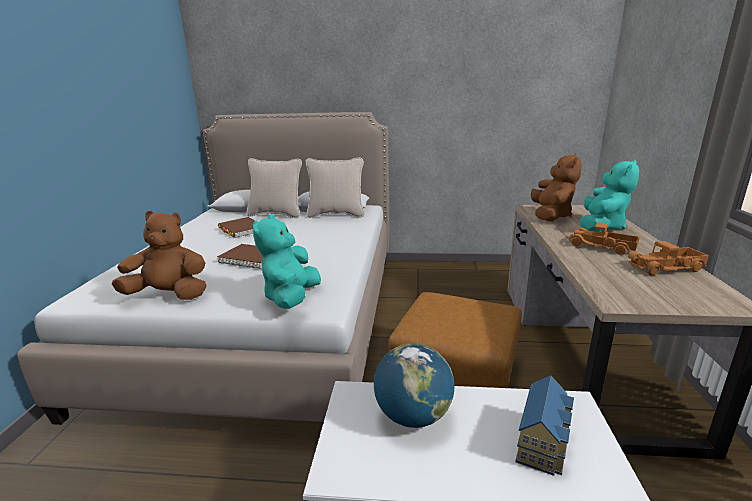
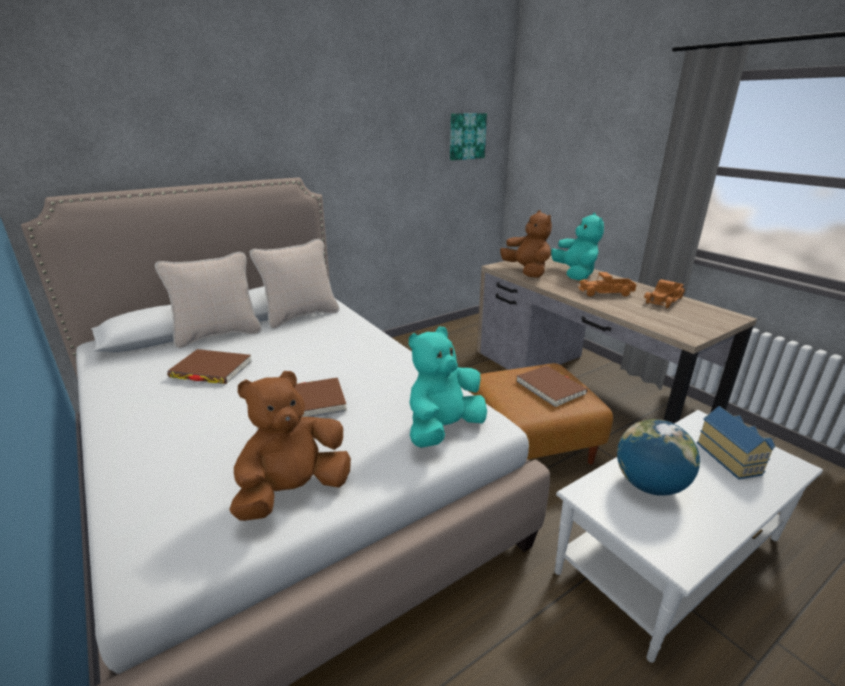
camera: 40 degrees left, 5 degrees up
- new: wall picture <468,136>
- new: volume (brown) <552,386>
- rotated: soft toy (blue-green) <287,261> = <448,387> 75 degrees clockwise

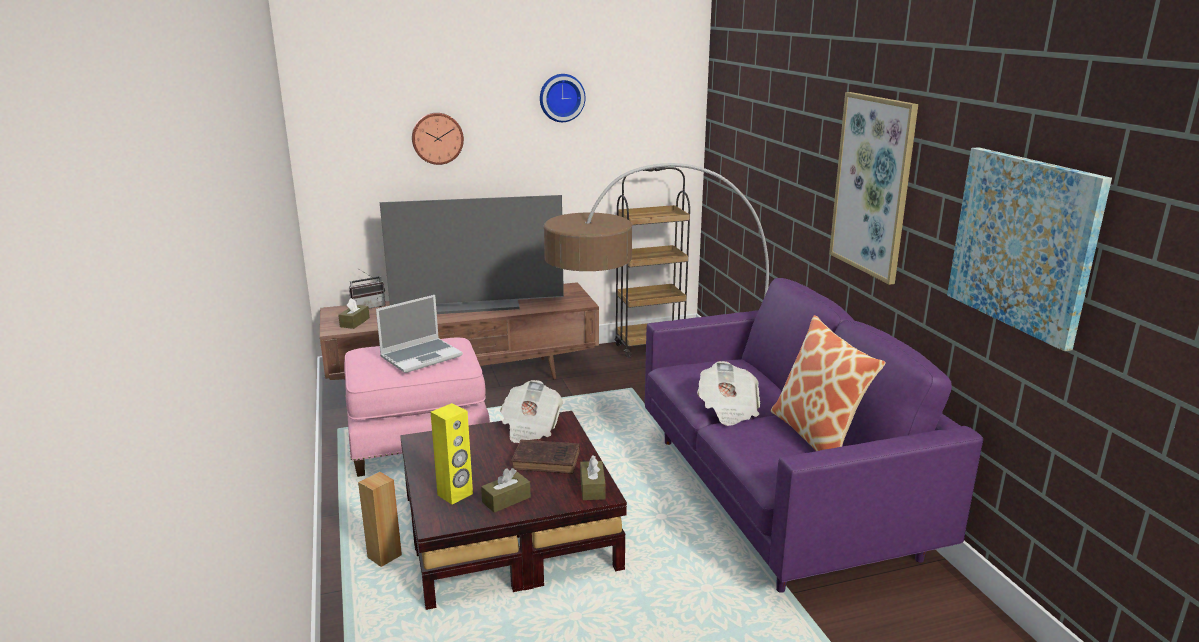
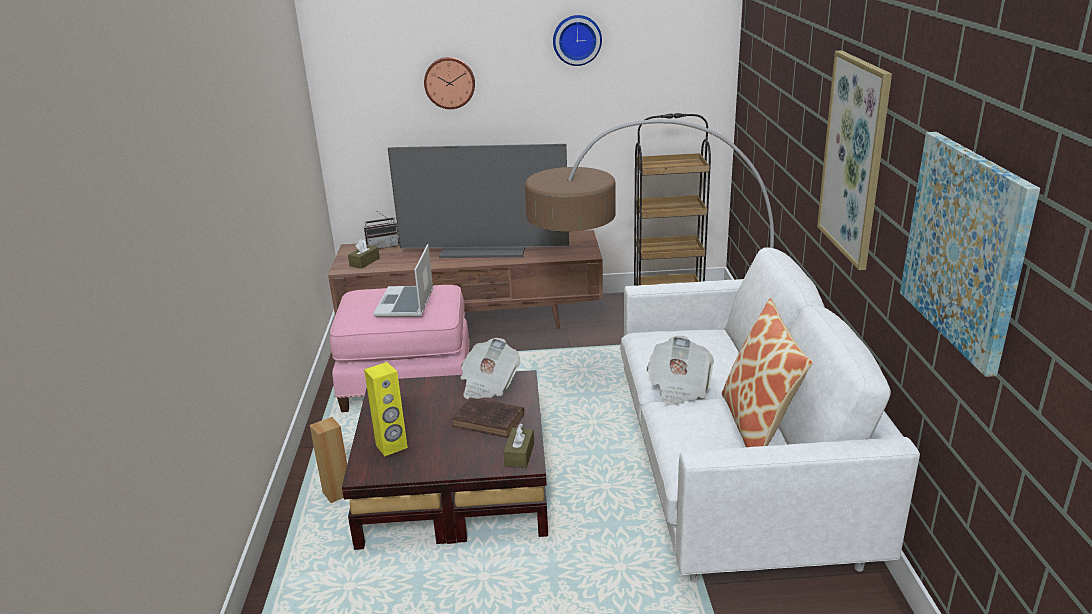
camera: 15 degrees right, 5 degrees up
- gone: tissue holder (brown) <506,490>
- repainted: sofa (purplish) <814,435> to sofa (white-coloured) <770,414>
- rotated: notebook computer <419,334> = <403,280> 120 degrees clockwise

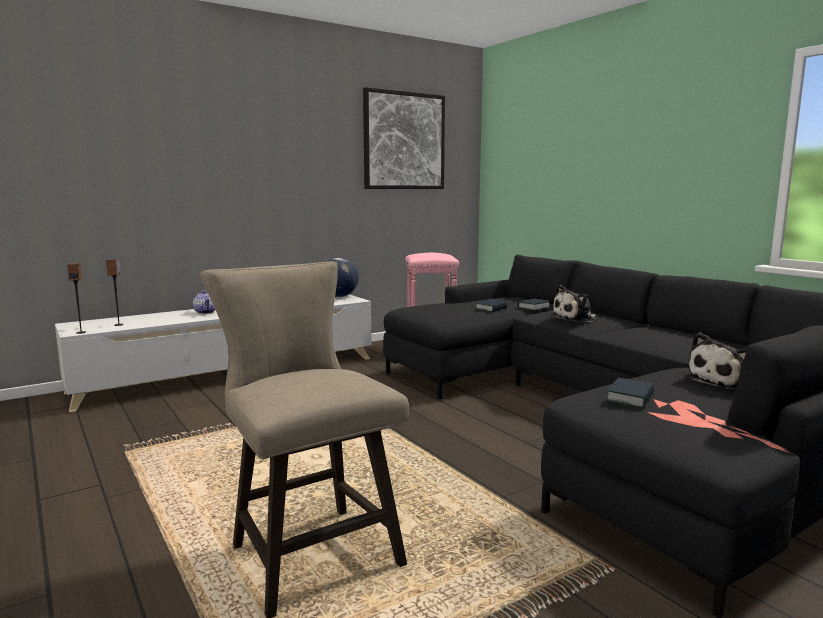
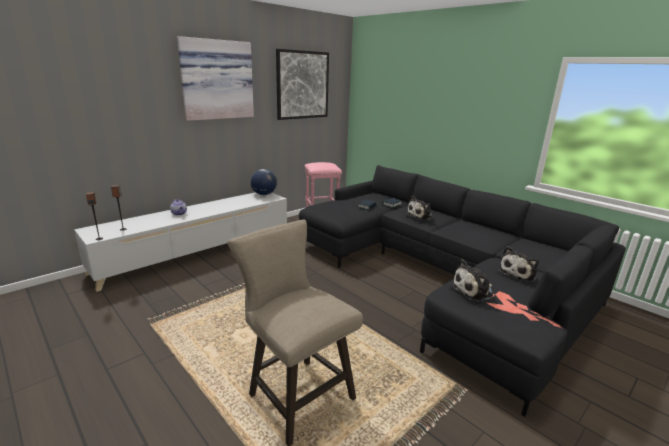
camera: 10 degrees left, 10 degrees up
- new: wall picture <215,78>
- swapped: volume <630,393> to soft toy <471,280>

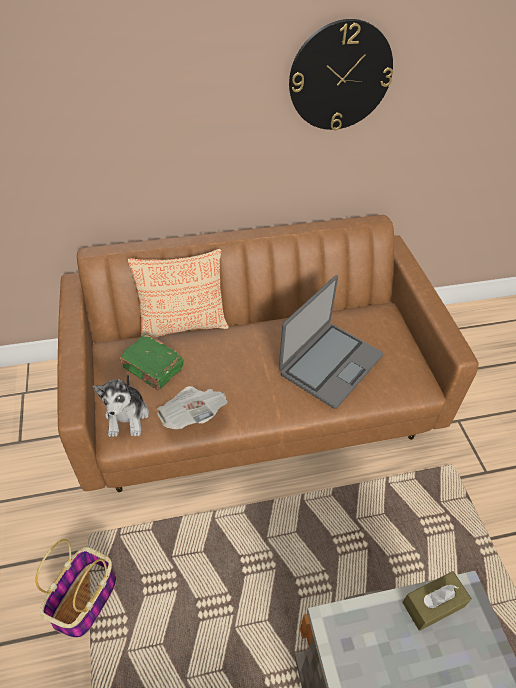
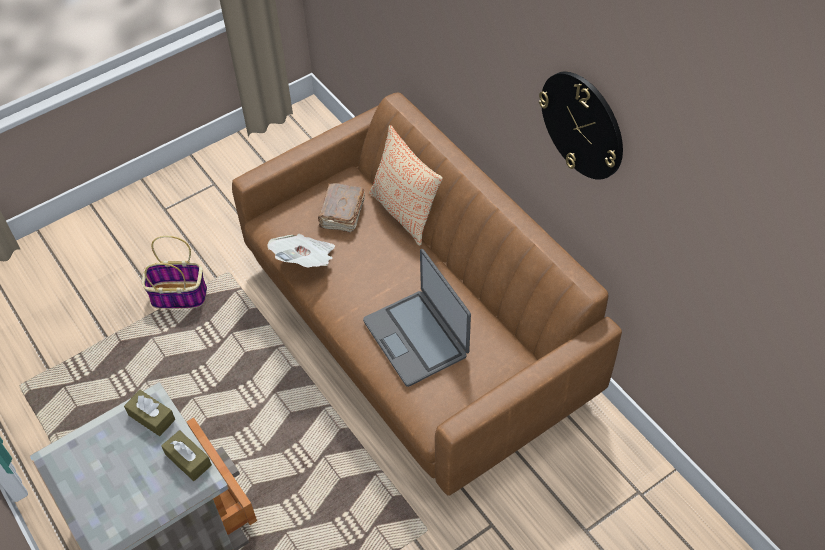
camera: 70 degrees right, 5 degrees up
- gone: soft toy <121,404>
- new: tissue holder (brown) <149,413>
- repainted: volume (greenish) <151,362> to volume (brown) <341,208>
- rotated: notebook computer <331,342> = <417,318> 45 degrees clockwise

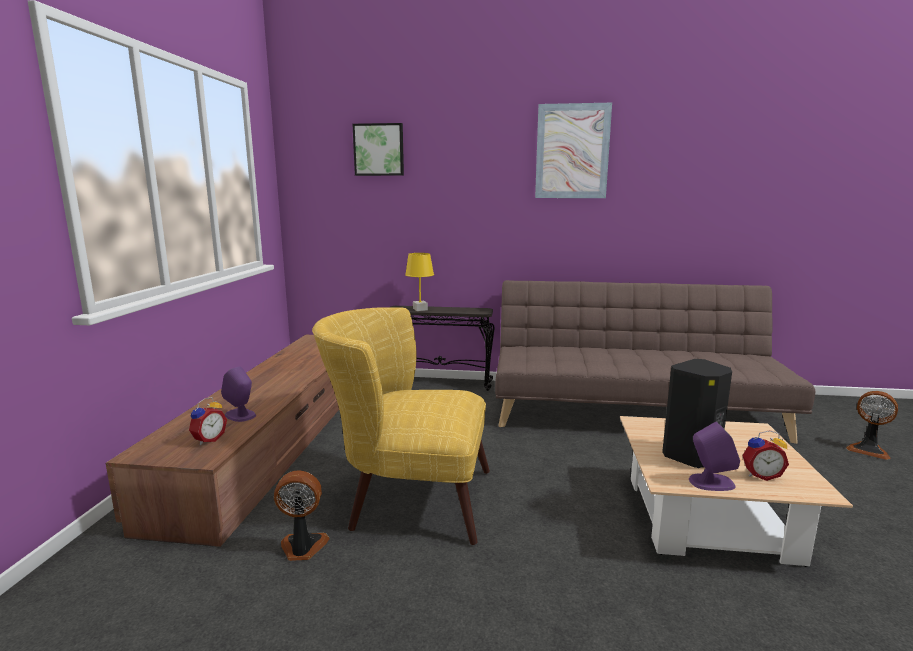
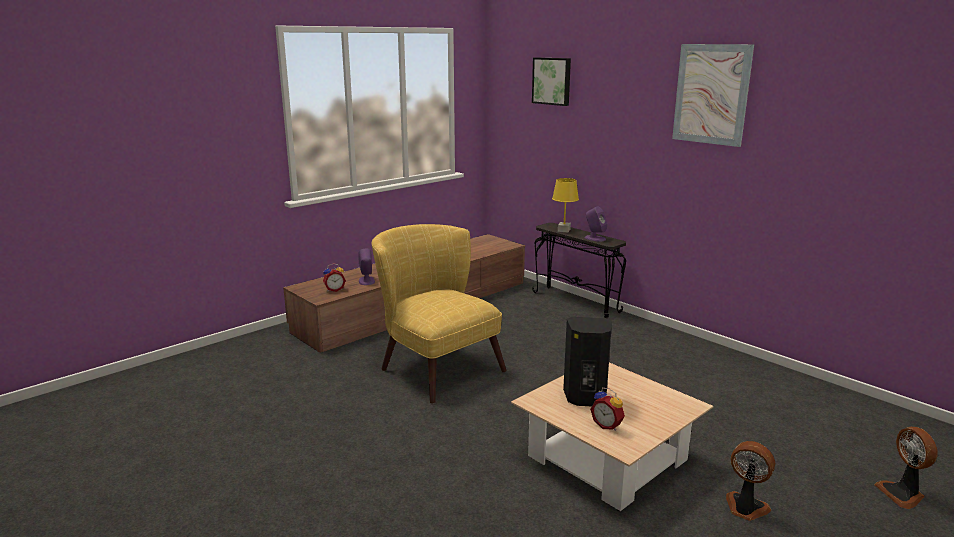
camera: 40 degrees right, 5 degrees up
- gone: sofa (brown) <655,362>
- shifted: cooling fan <302,515> to <750,481>
- shifted: audio speaker (purplish) <714,456> to <596,224>

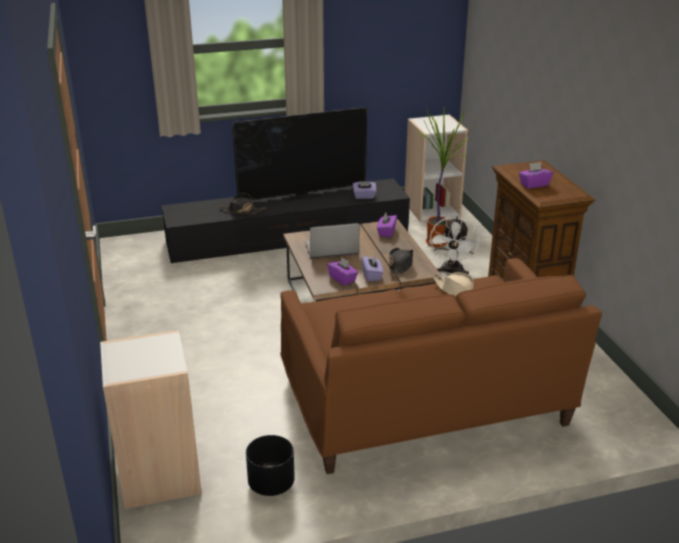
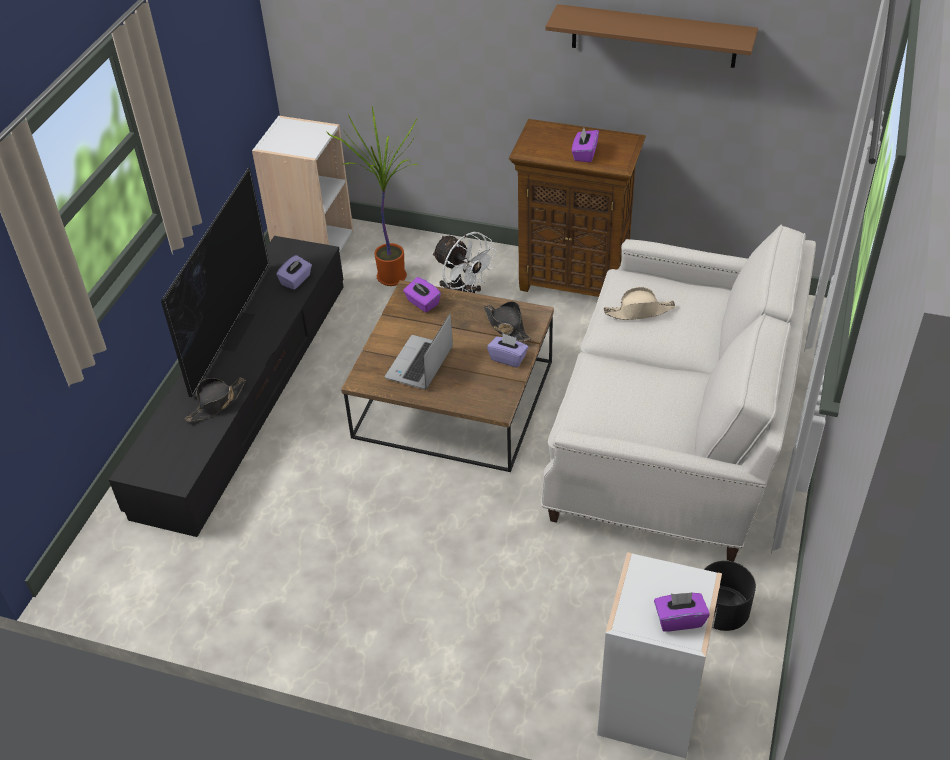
camera: 55 degrees left, 15 degrees up
- new: bracket shelf (brown) <651,36>
- shifted: tissue holder (purplish) <342,271> to <682,612>
- repainted: sofa (brown) <441,366> to sofa (white-coloured) <678,393>

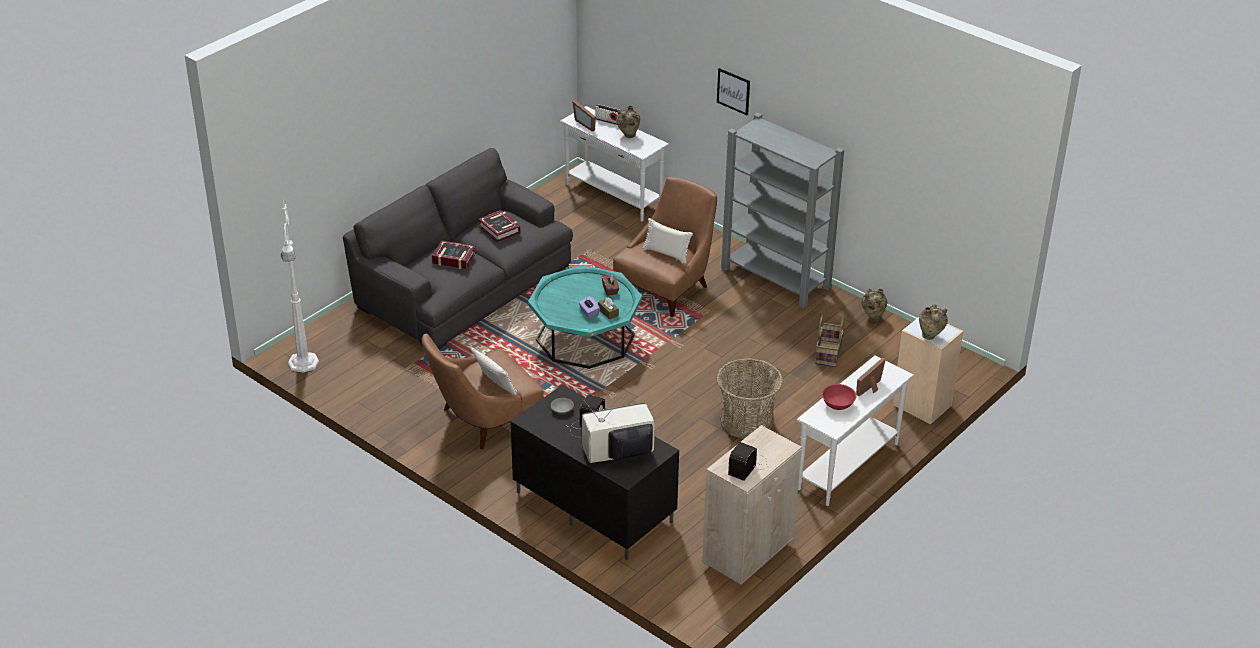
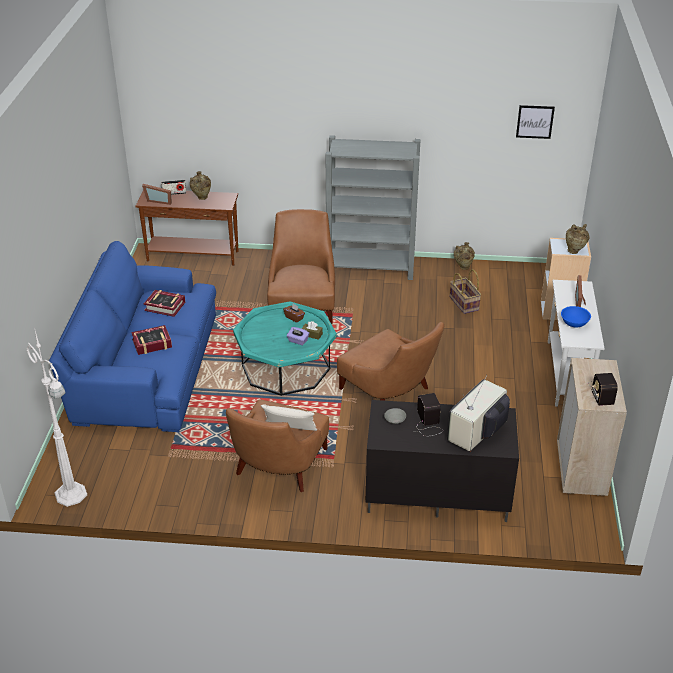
camera: 35 degrees left, 0 degrees up
- gone: pillow (white-coloured) <667,241>
- gone: storage basket <749,398>
- new: armchair (brown) <390,361>
- shifted: wall picture <733,92> to <535,122>
- repainted: sofa (gray) <458,248> to sofa (bluish) <132,336>
- repainted: hall table (white-coloured) <614,164> to hall table (brown) <187,228>
- repainted: bowl (red-coloured) <839,397> to bowl (bluish) <576,317>

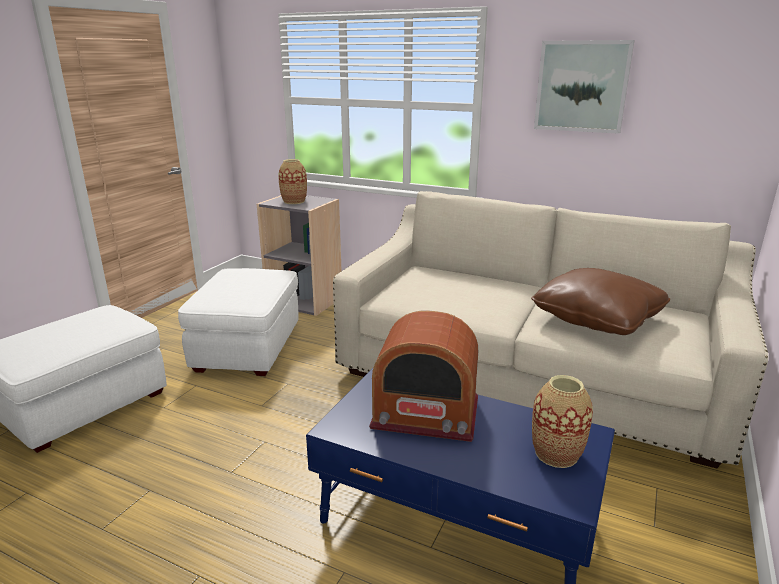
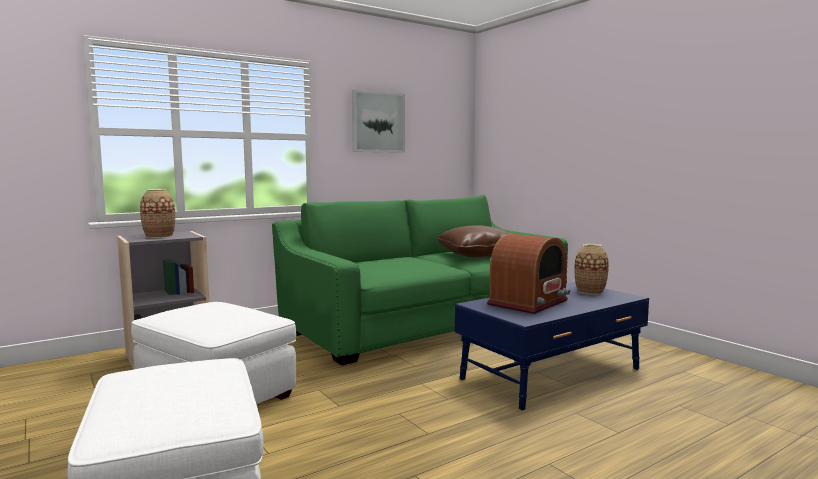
camera: 60 degrees left, 15 degrees down
- repainted: sofa (sand-coloured) <551,329> to sofa (greenish) <420,280>

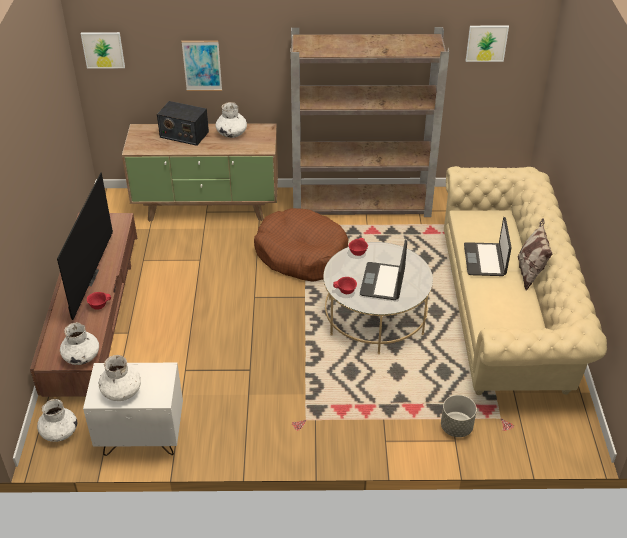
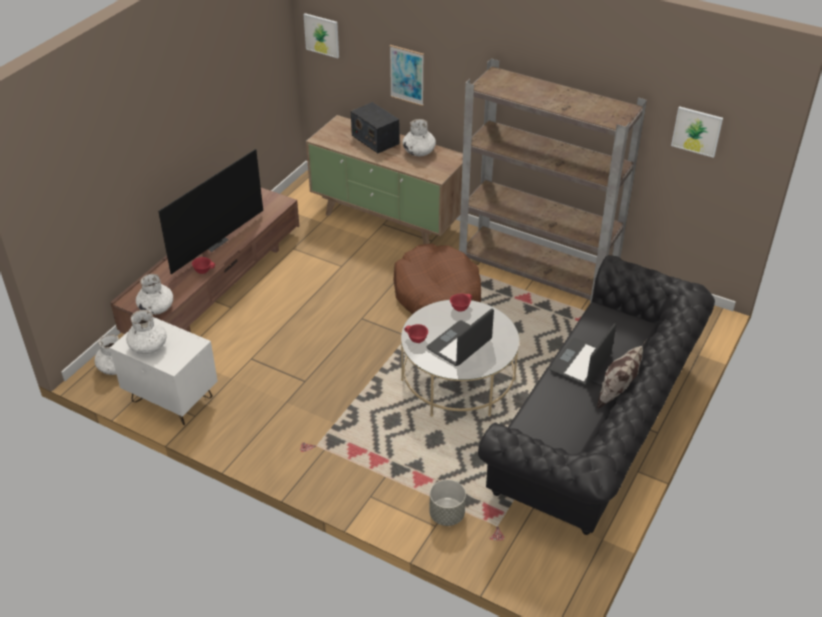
camera: 30 degrees right, 0 degrees up
- repainted: sofa (sand-coloured) <525,280> to sofa (black-coloured) <596,395>

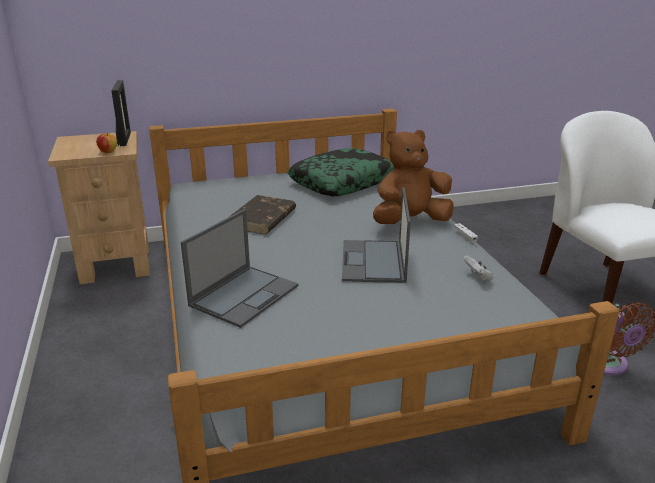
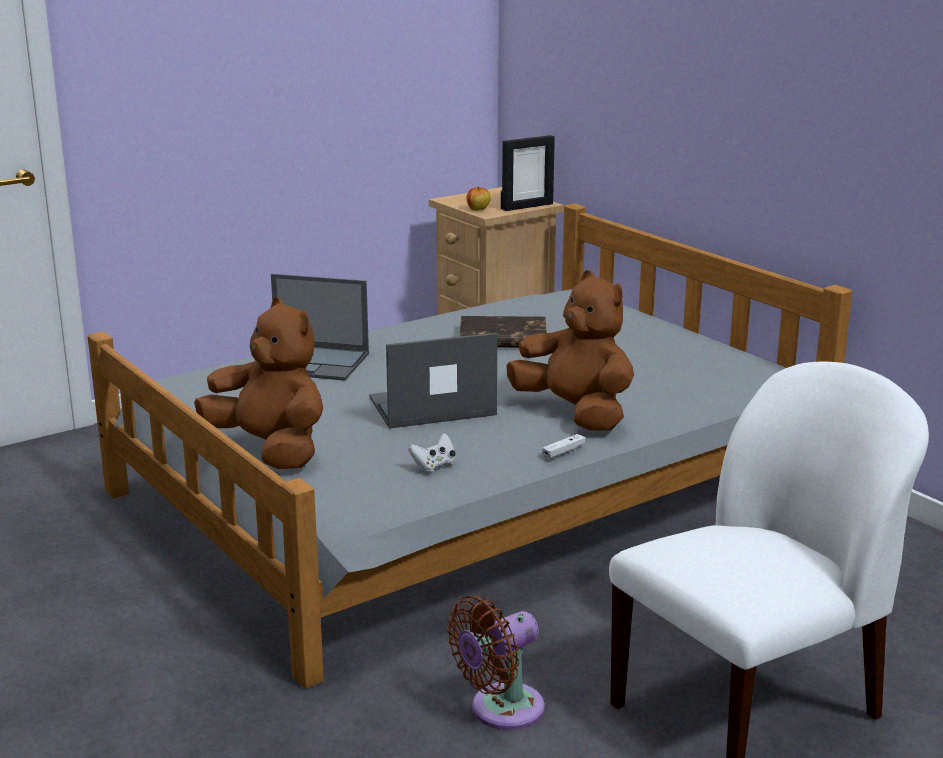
camera: 70 degrees right, 5 degrees down
- gone: pillow <340,172>
- new: soft toy (brown) <258,383>

